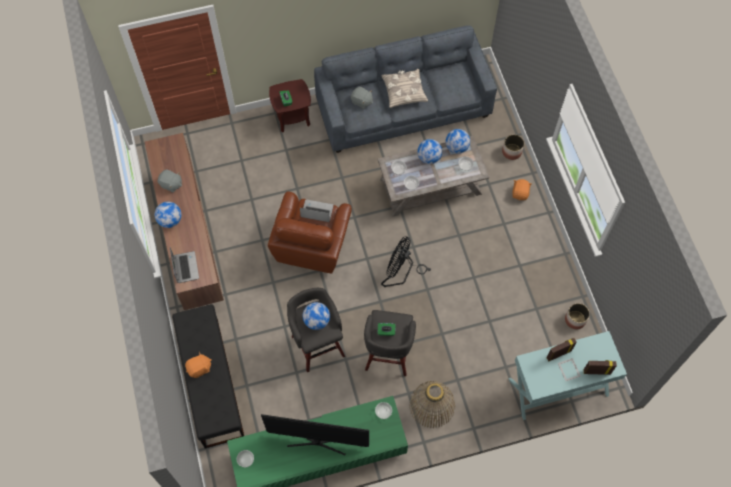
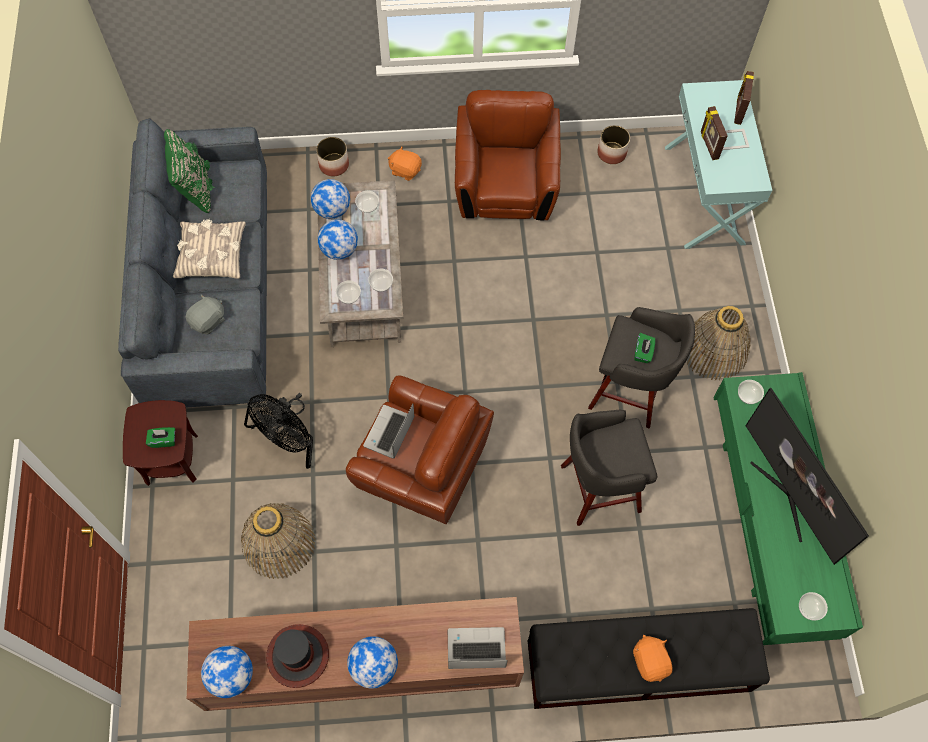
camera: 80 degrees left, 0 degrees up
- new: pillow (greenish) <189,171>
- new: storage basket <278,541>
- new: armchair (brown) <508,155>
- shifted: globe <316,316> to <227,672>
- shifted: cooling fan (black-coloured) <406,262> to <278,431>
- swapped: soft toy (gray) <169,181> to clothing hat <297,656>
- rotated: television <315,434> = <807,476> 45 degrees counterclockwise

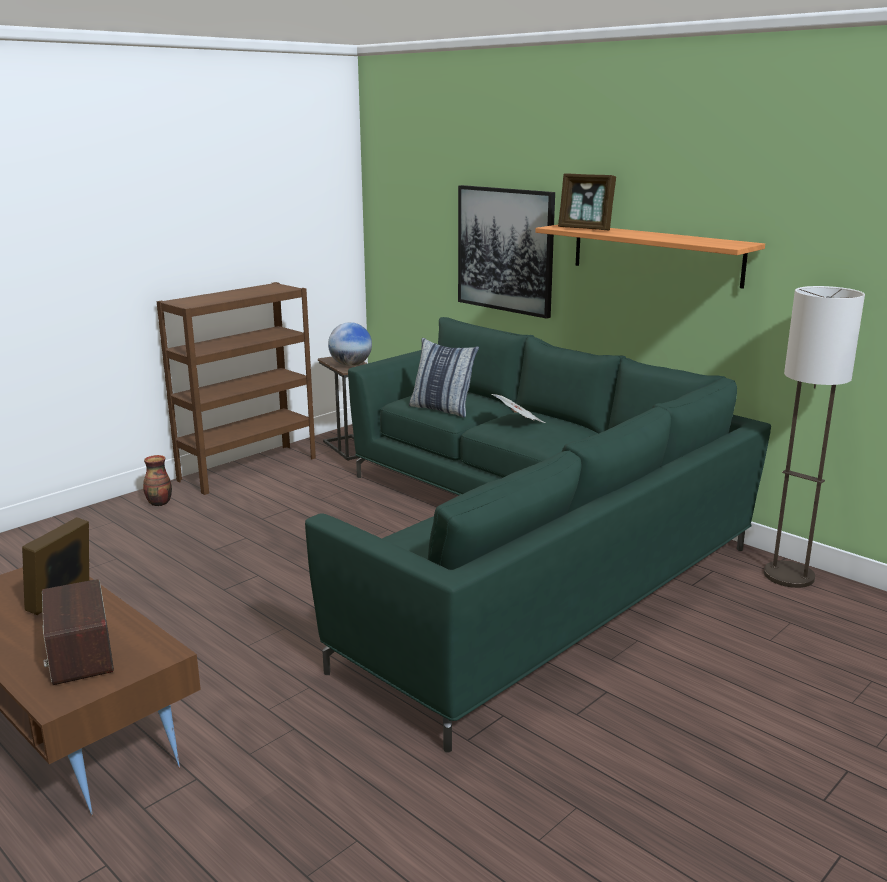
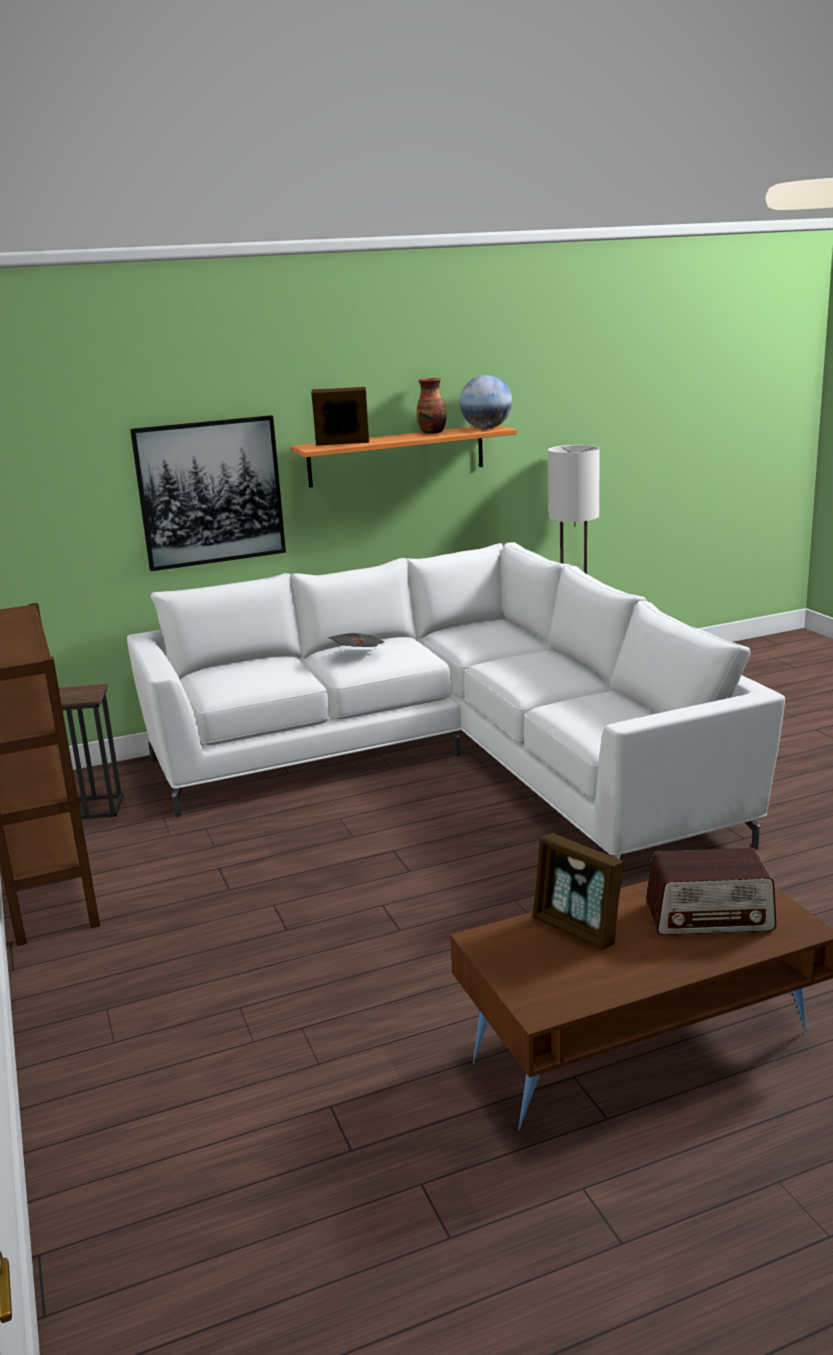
camera: 65 degrees left, 0 degrees up
- gone: pillow <444,378>
- shifted: vase <157,480> to <432,406>
- shifted: globe <350,344> to <486,402>
- repainted: sofa (greenish) <538,535> to sofa (white-coloured) <456,701>
- rotated: standing frame <587,201> = <340,416> 150 degrees counterclockwise

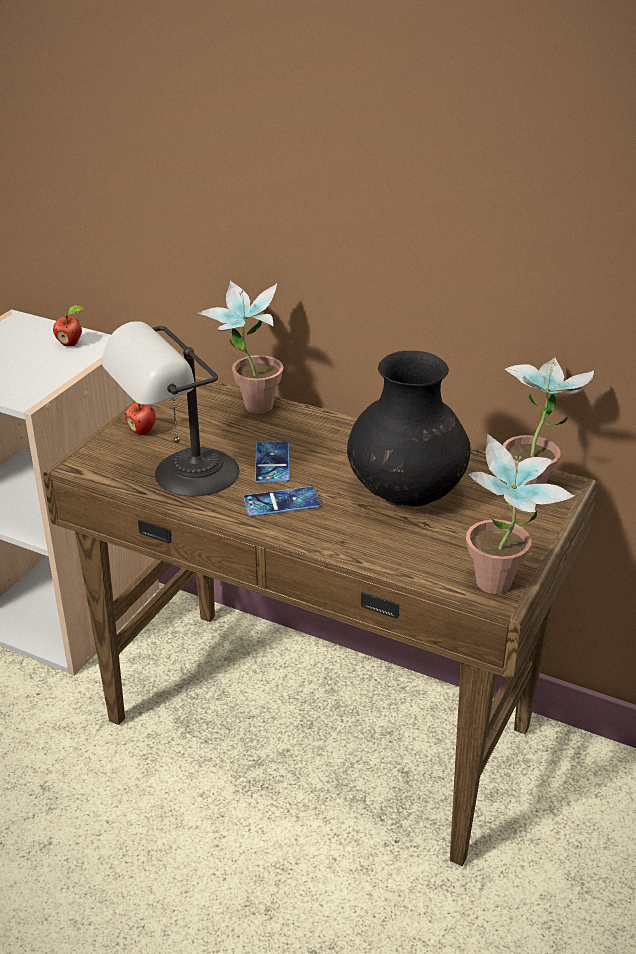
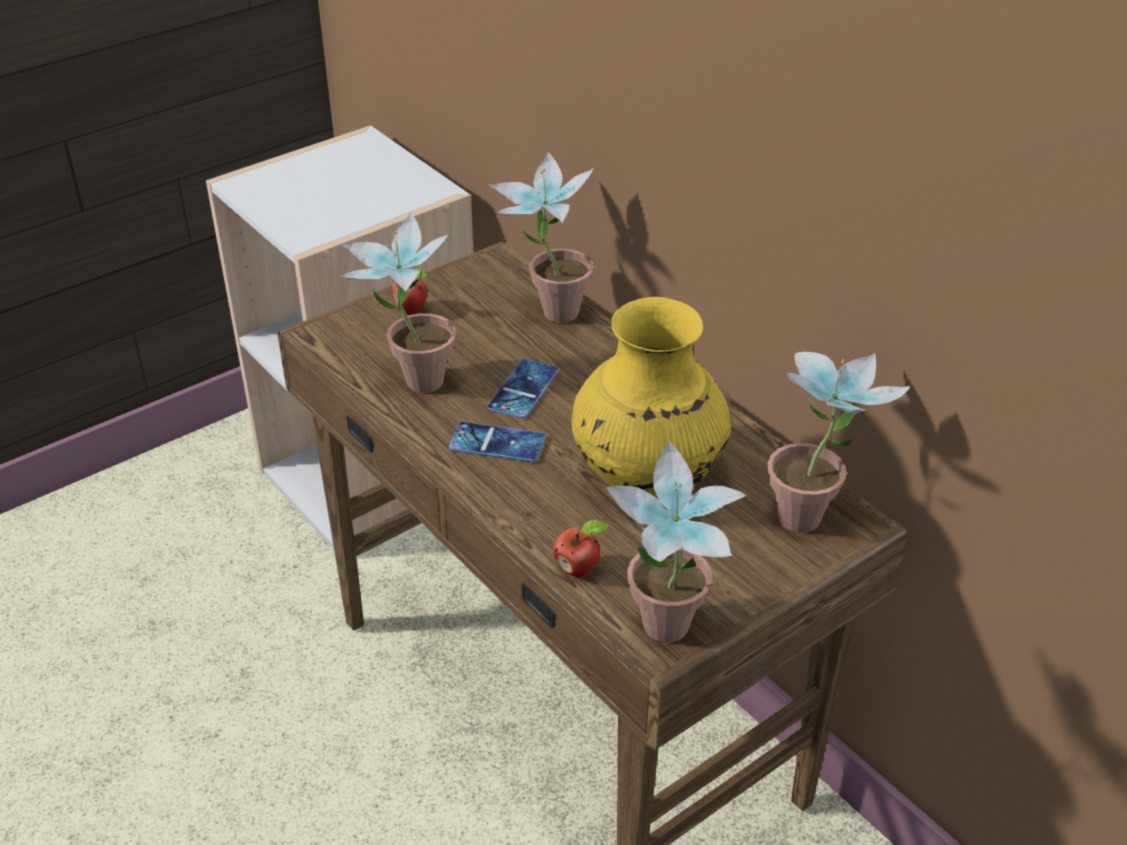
camera: 25 degrees right, 5 degrees up
- shifted: whole apple <68,325> to <580,548>
- swapped: table lamp <171,408> to potted plant <397,302>
- repainted: vase (black-coloured) <409,429> to vase (yellow-coloured) <651,397>

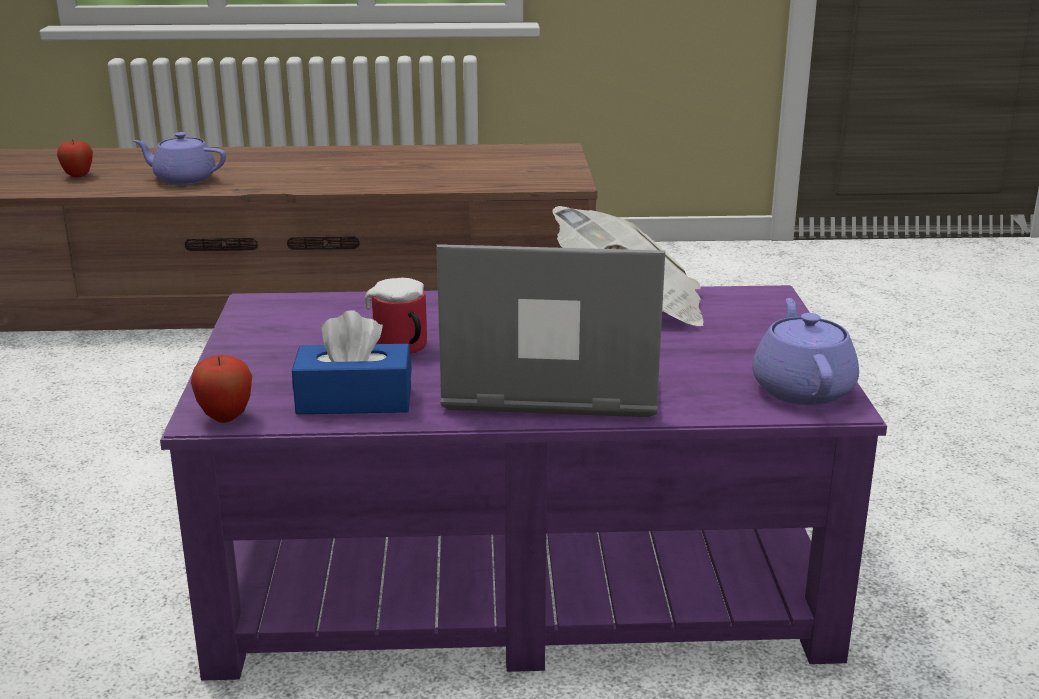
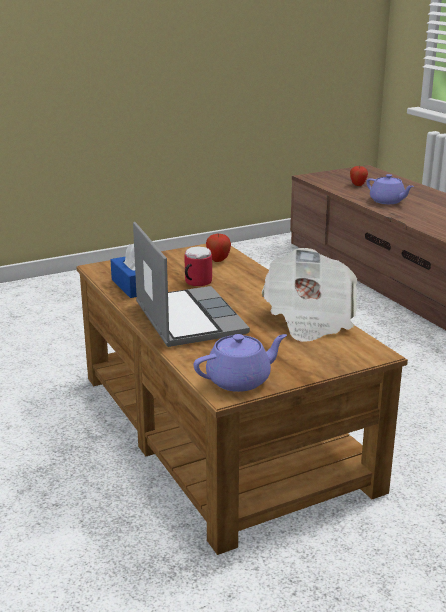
camera: 65 degrees right, 0 degrees up
- shifted: whole apple <221,389> to <218,248>
- repainted: lounge table (purplish) <523,482> to lounge table (brown) <242,399>
- rotated: tea pot (purplish) <179,158> = <390,189> 150 degrees clockwise

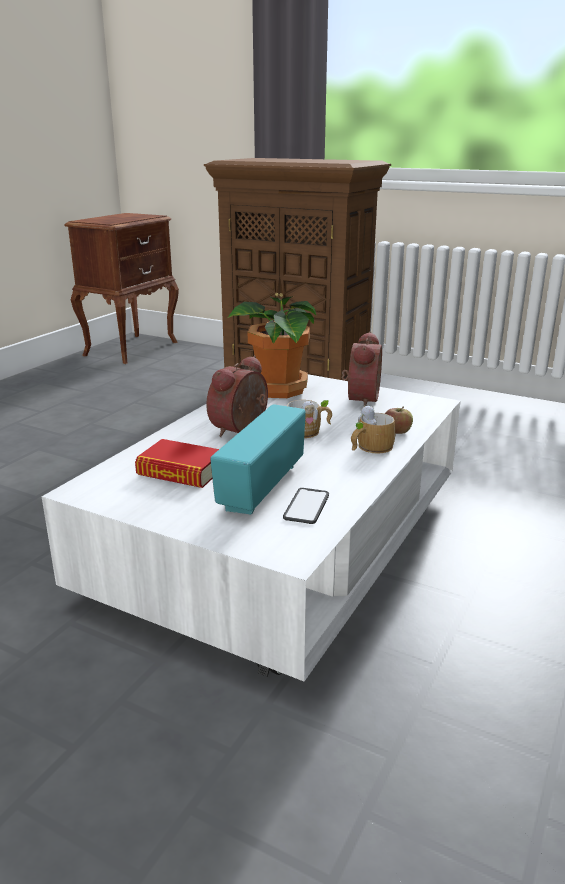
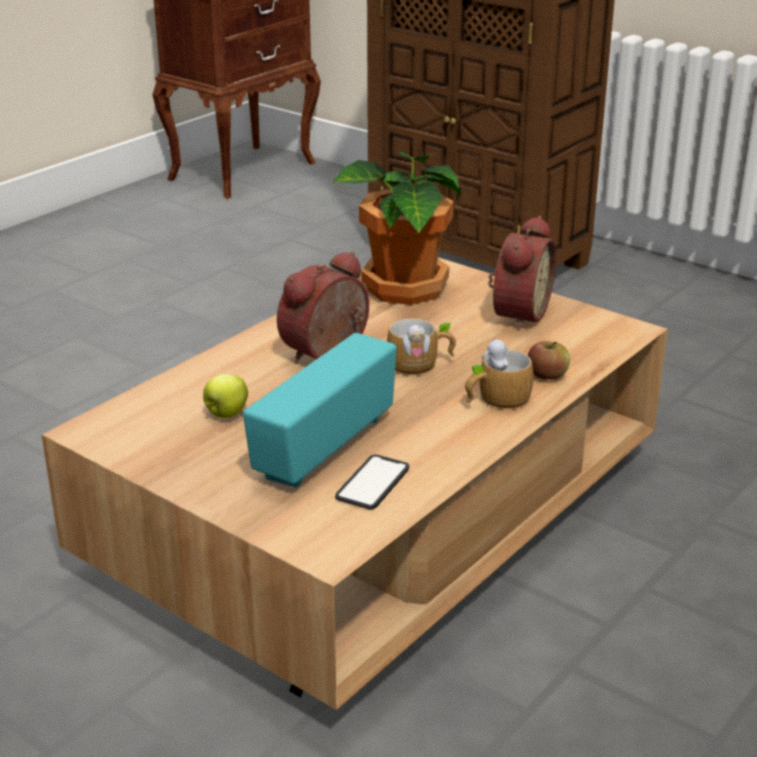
camera: 10 degrees right, 5 degrees up
- swapped: volume <177,463> to whole apple <225,396>
- repainted: lounge table (white-coloured) <251,527> to lounge table (brown) <355,483>

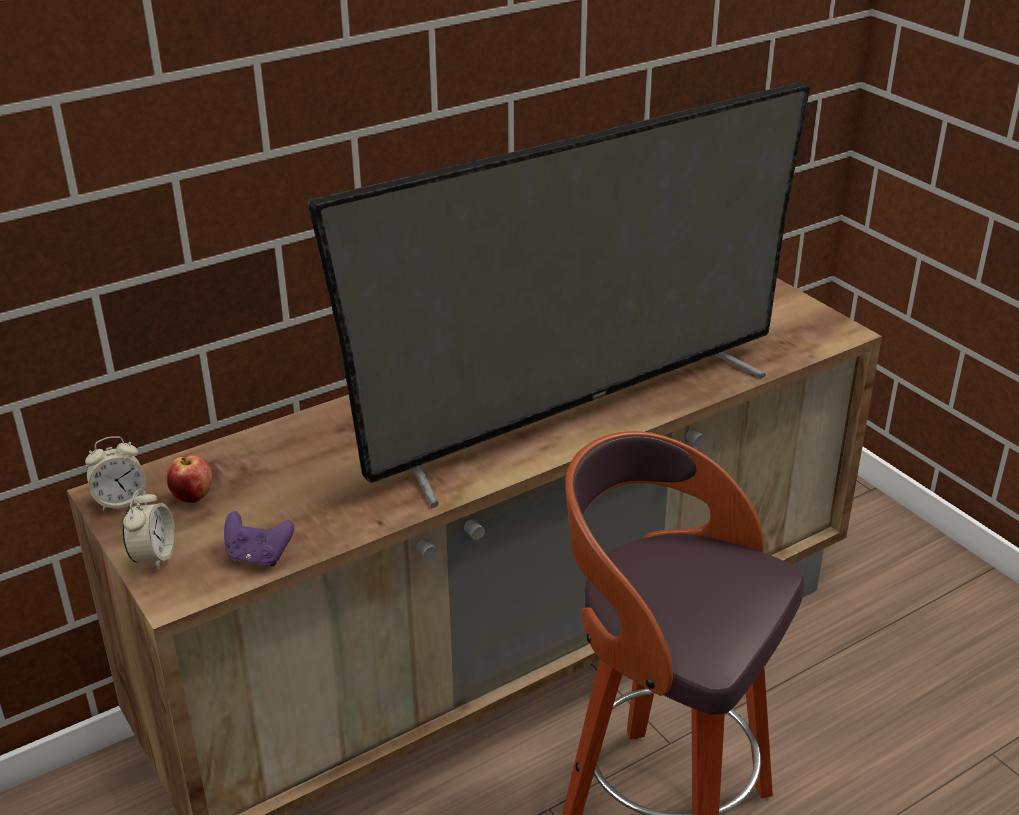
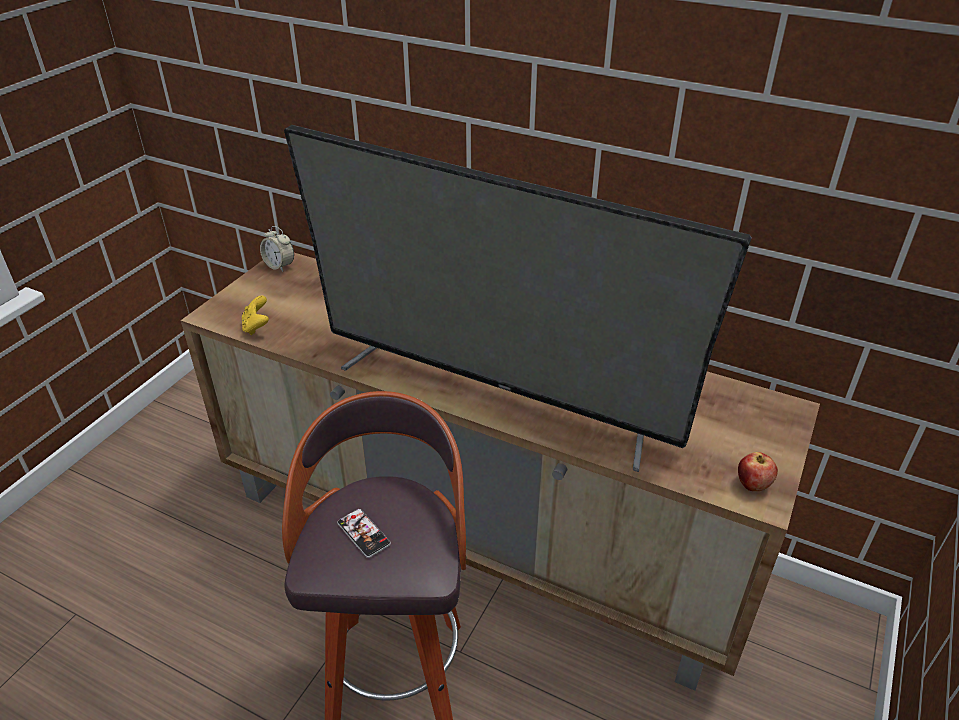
camera: 60 degrees right, 5 degrees up
- gone: alarm clock <149,529>
- new: handset <364,533>
- shifted: whole apple <189,479> to <758,471>
- repainted: game controller (purplish) <259,538> to game controller (yellow-coloured) <255,315>

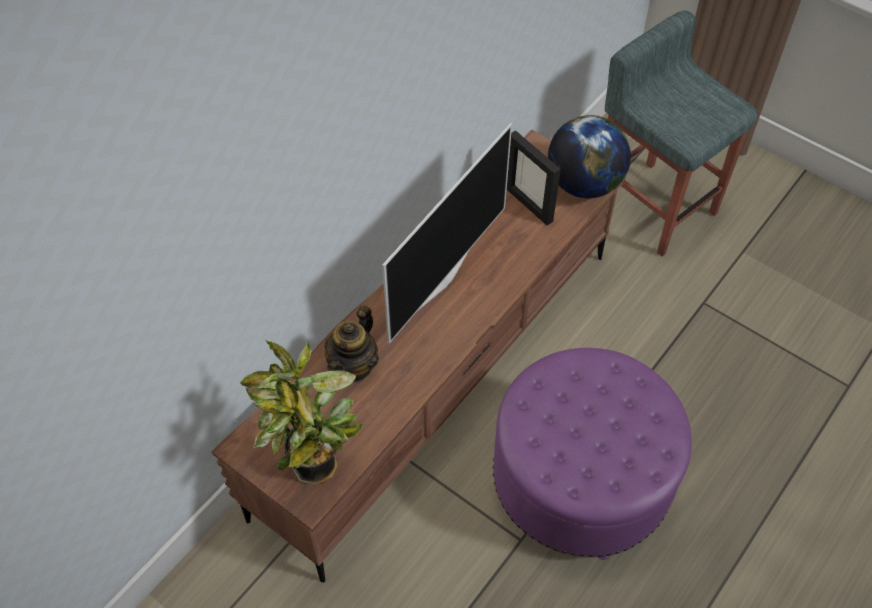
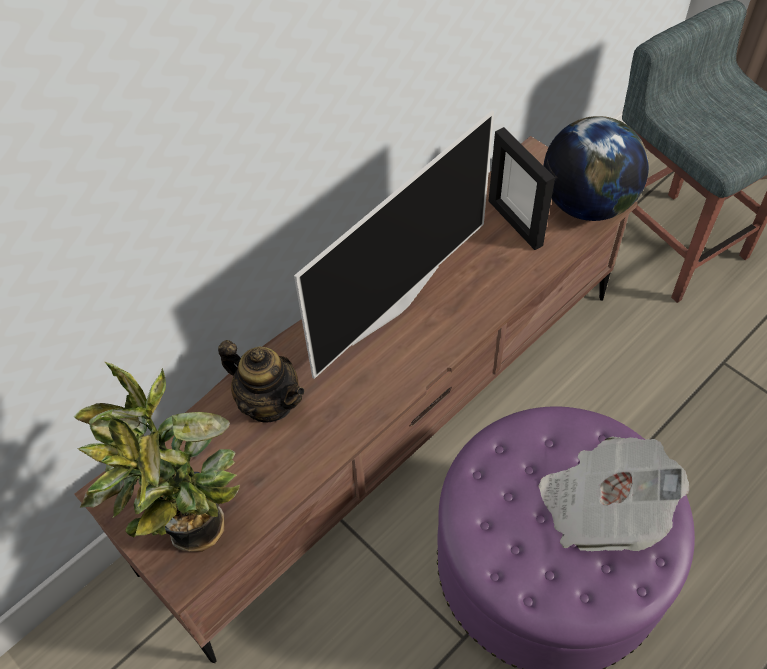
camera: 10 degrees right, 0 degrees up
- new: printed paper <613,493>
- rotated: tea pot <351,343> = <261,381> 90 degrees counterclockwise

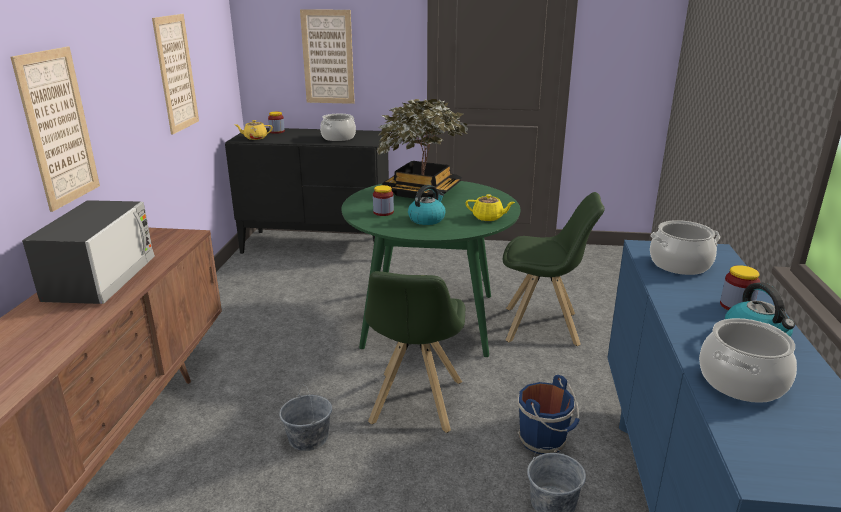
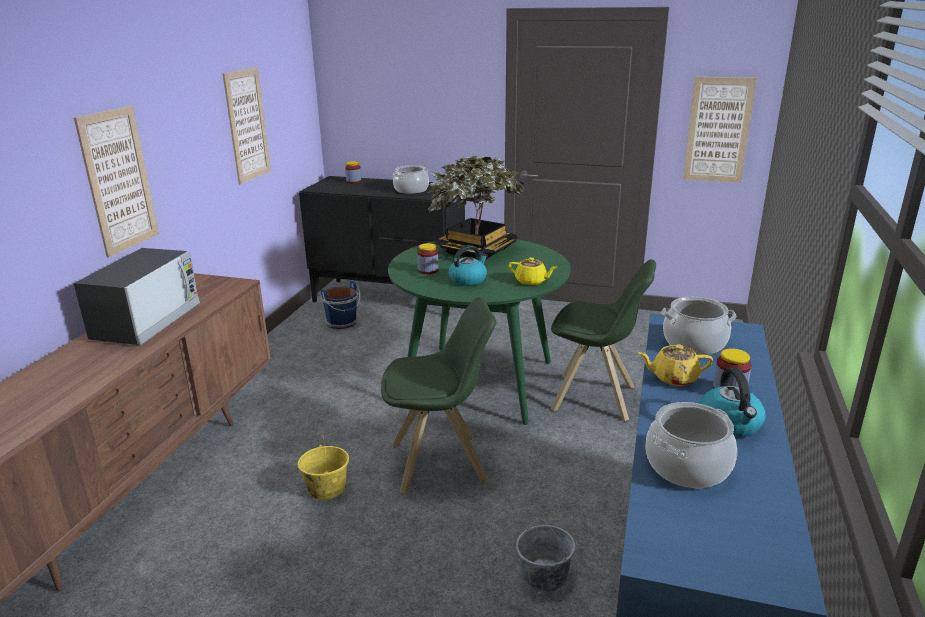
camera: 10 degrees right, 0 degrees up
- shifted: tea pot (yellow-coloured) <253,130> to <675,365>
- shifted: wall picture <327,56> to <720,130>
- shifted: bucket (bluish) <549,414> to <340,305>
- repainted: bucket (gray) <305,418> to bucket (yellow-coloured) <323,467>
- rotated: chair (greenish) <415,352> = <438,396> 120 degrees counterclockwise

